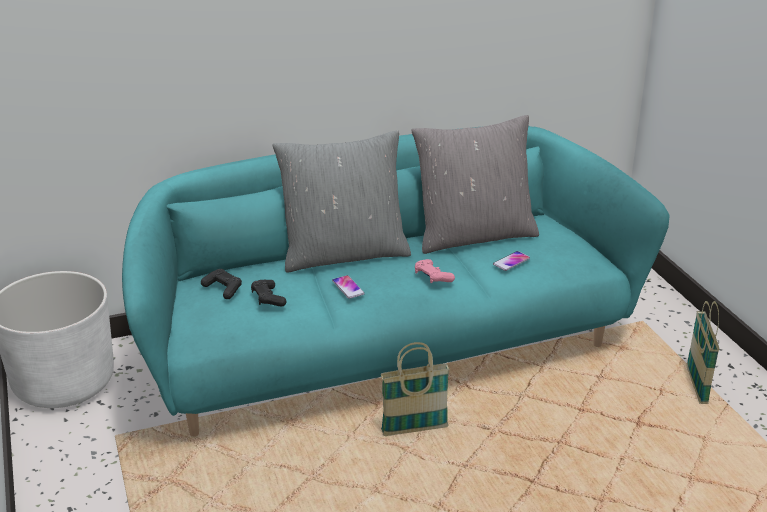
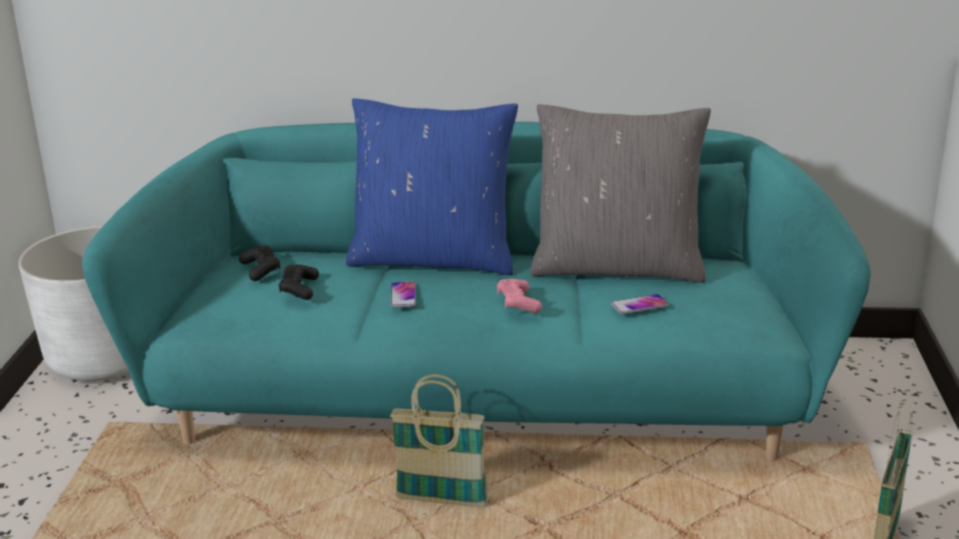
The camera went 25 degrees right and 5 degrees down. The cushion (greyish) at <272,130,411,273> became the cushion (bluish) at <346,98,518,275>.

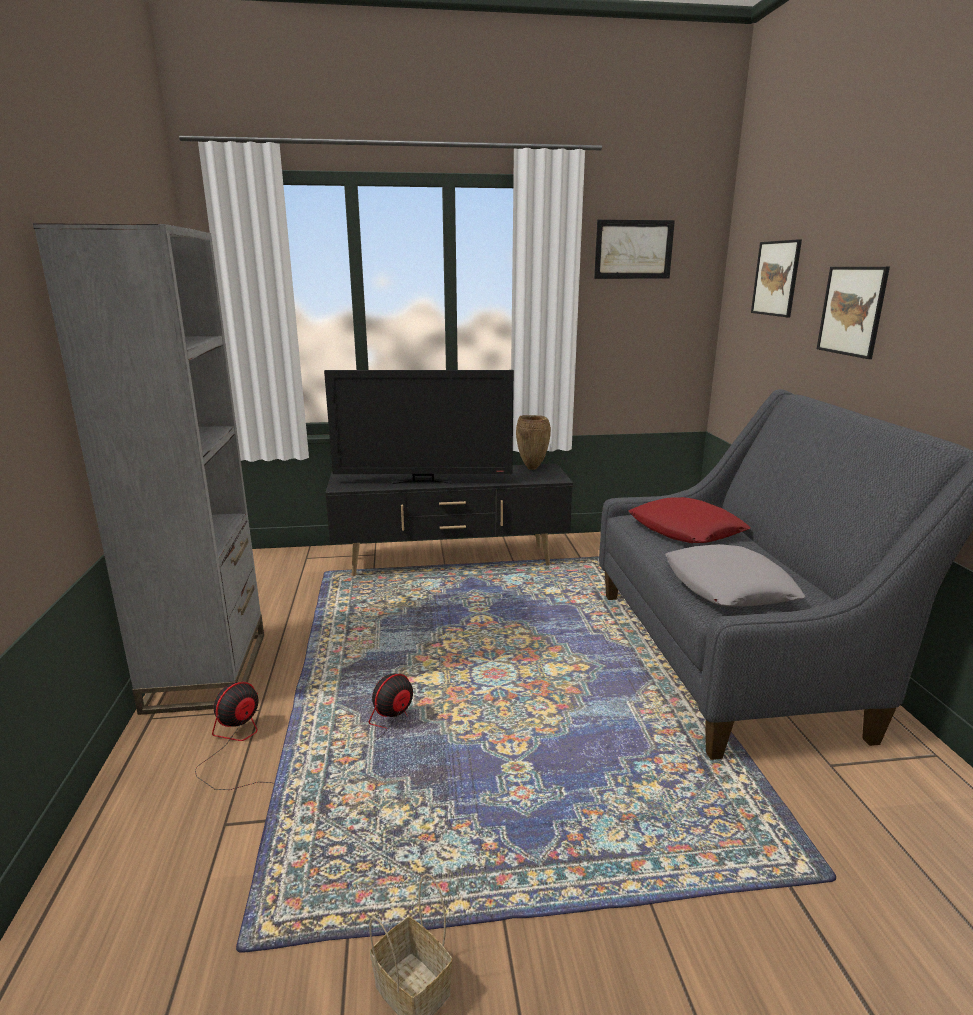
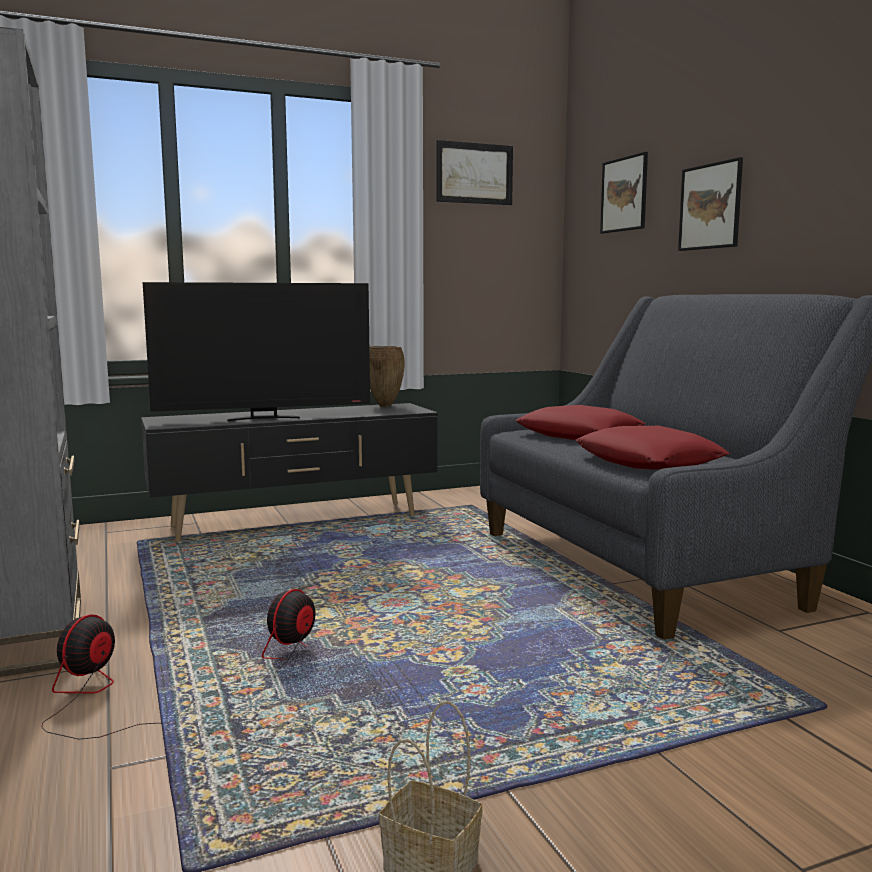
The camera went 15 degrees left and 10 degrees down. The cushion (greyish) at <666,544,805,607> became the cushion (reddish) at <576,426,730,470>.

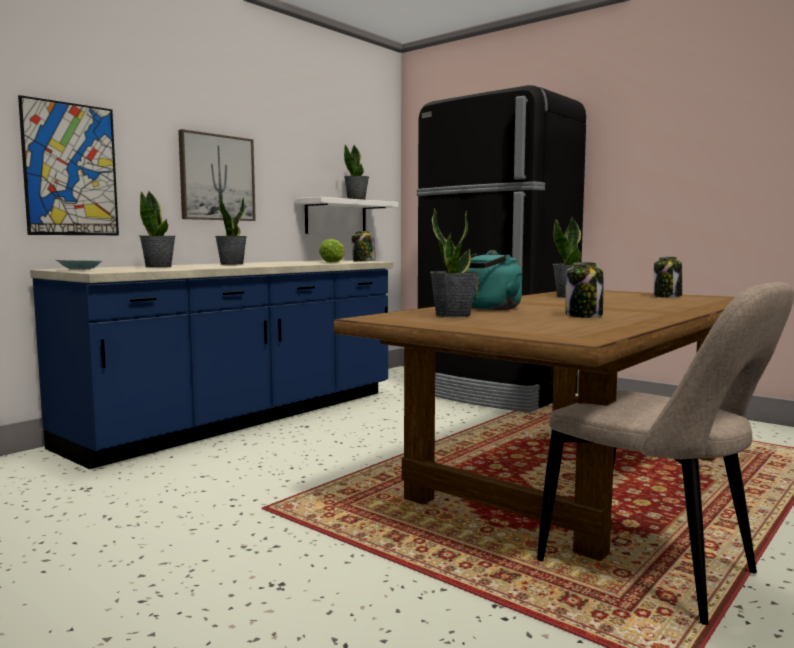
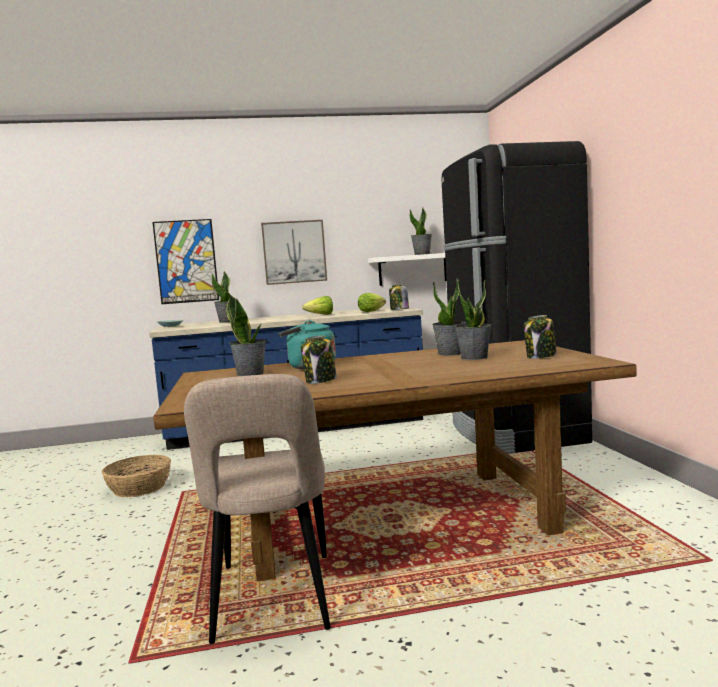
The camera went 40 degrees right and 0 degrees up. The plant in a pot moved from <215,194,247,265> to <455,280,491,360>. The lettuce at <302,296,333,315> appeared. The basket at <102,455,171,497> appeared.

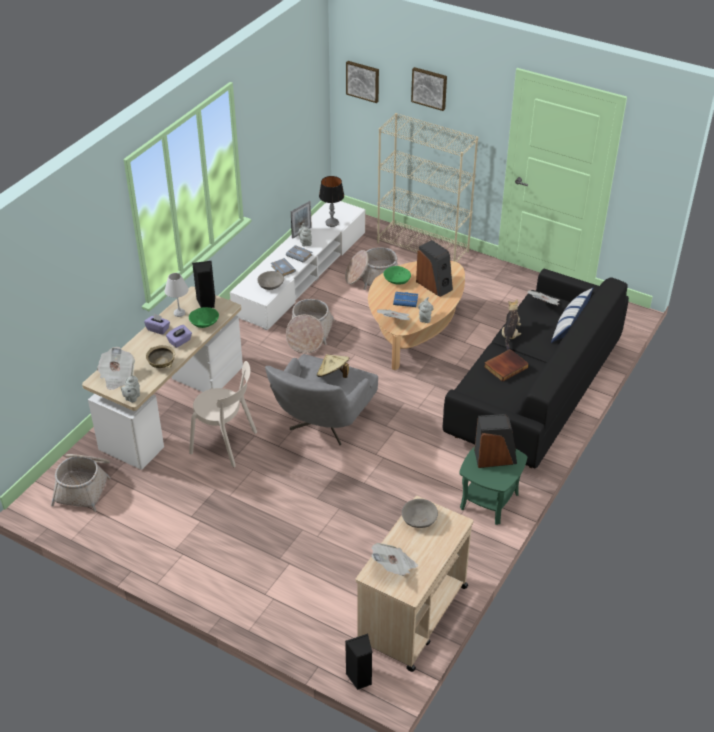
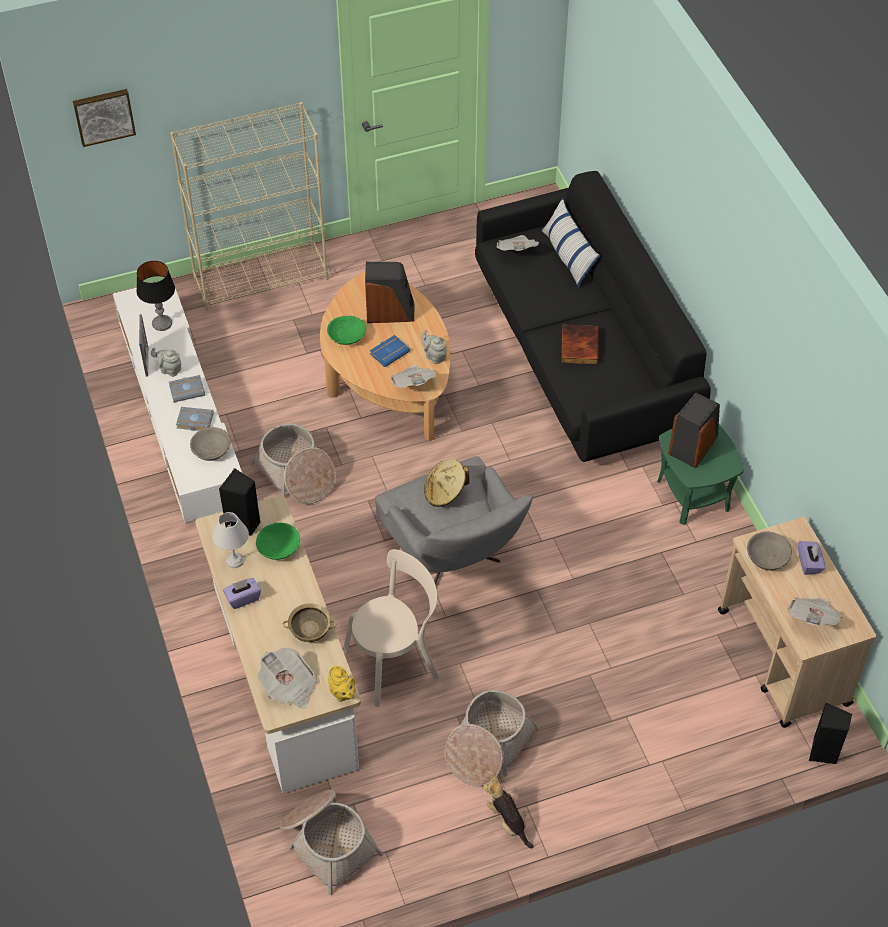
The camera went 50 degrees left and 10 degrees up. The wall art at <411,67,447,111> disappeared. The basket moved from <345,247,398,290> to <445,690,539,786>. The soft toy moved from <502,299,521,350> to <483,776,534,849>. The tissue holder (purple-coloured) moved from <166,325,192,348> to <798,541,825,575>. The pot for tea (greyish) at <121,375,140,403> became the pot for tea (yellow-coloured) at <328,666,355,702>.

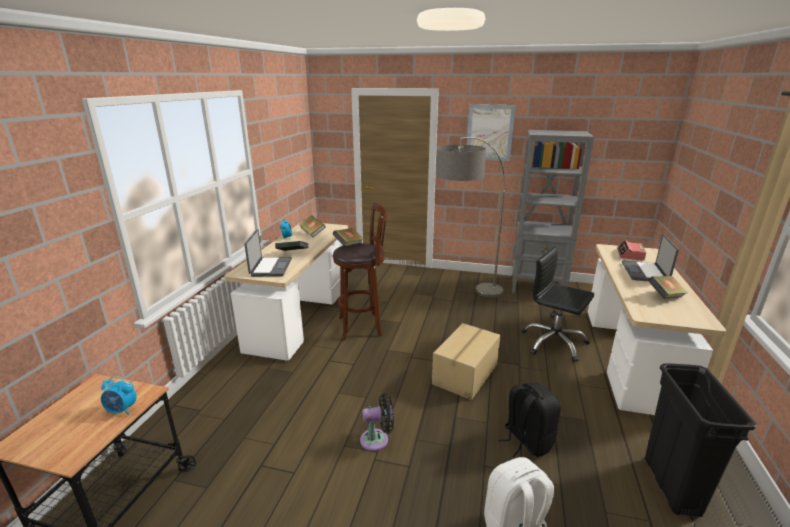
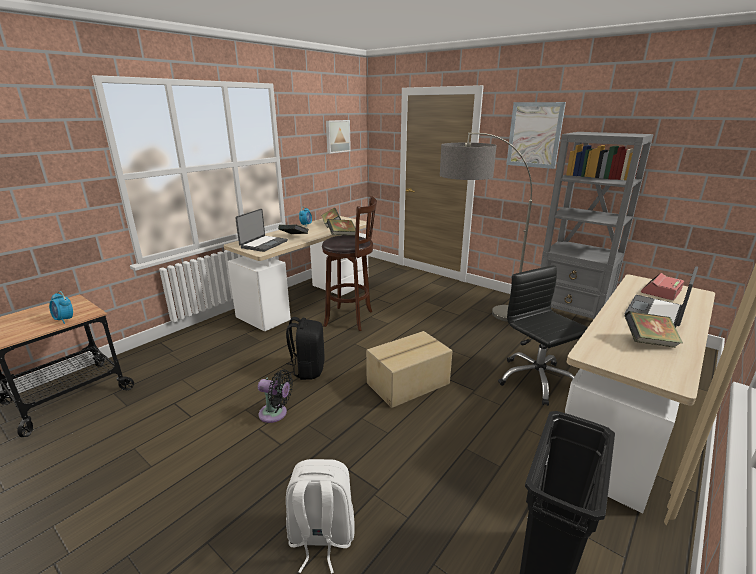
The camera went 25 degrees right and 0 degrees up. The rucksack (black) moved from <498,382,560,457> to <283,317,325,380>. The wall art at <326,120,351,153> appeared.

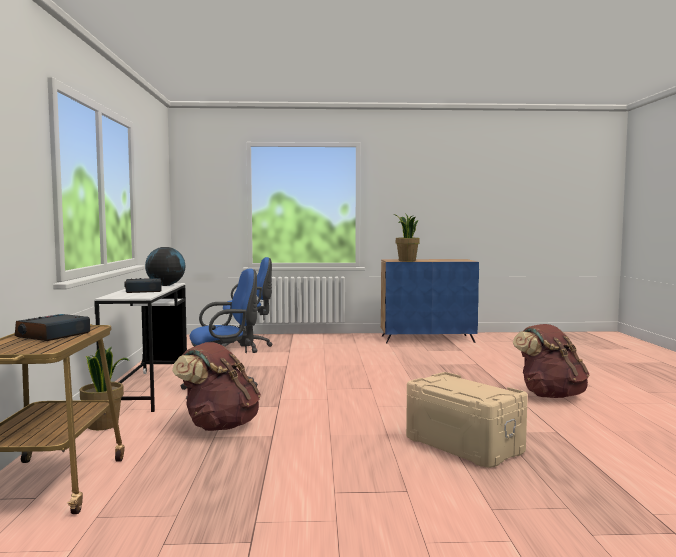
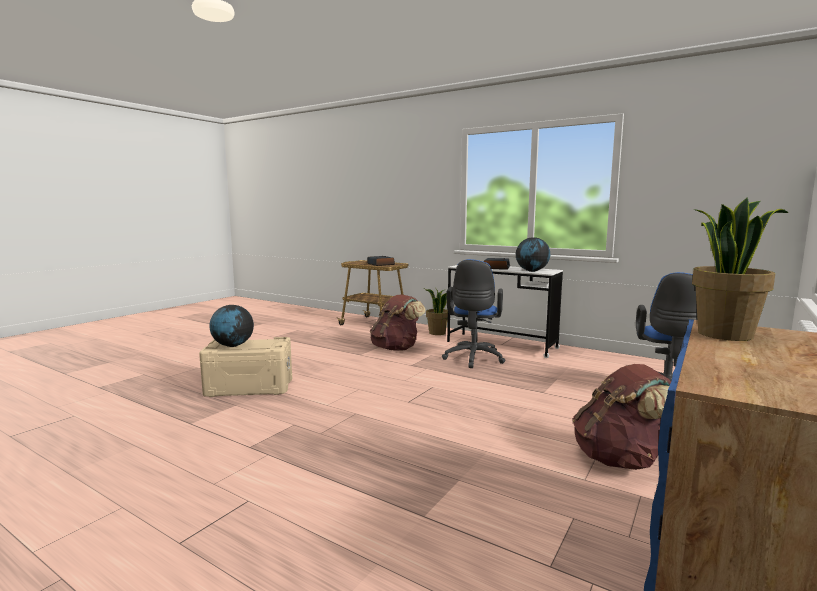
The camera went 125 degrees right and 5 degrees up. The rucksack (brown) moved from <513,324,589,398> to <573,364,671,470>. The world globe at <209,305,254,347> appeared.

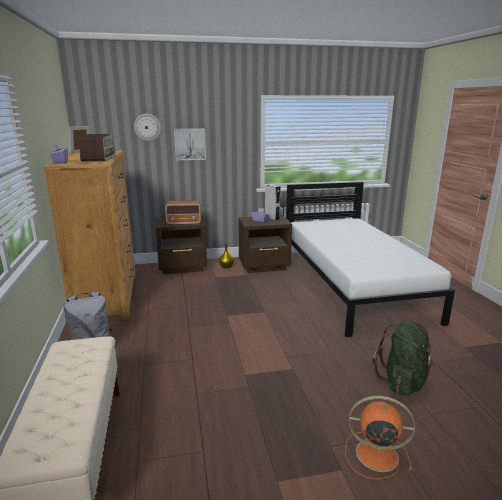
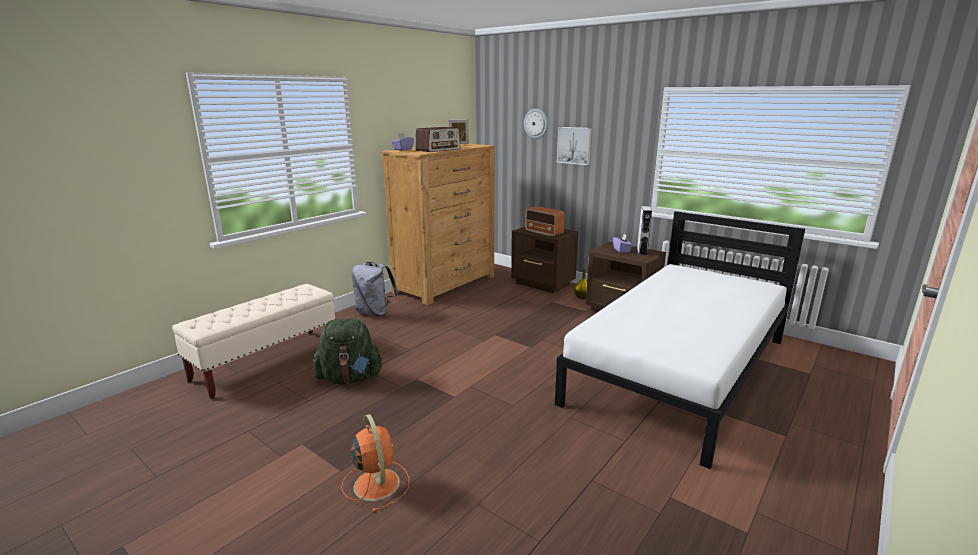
The camera went 50 degrees right and 0 degrees up. The rucksack (greenish) moved from <372,321,437,396> to <313,318,383,384>.

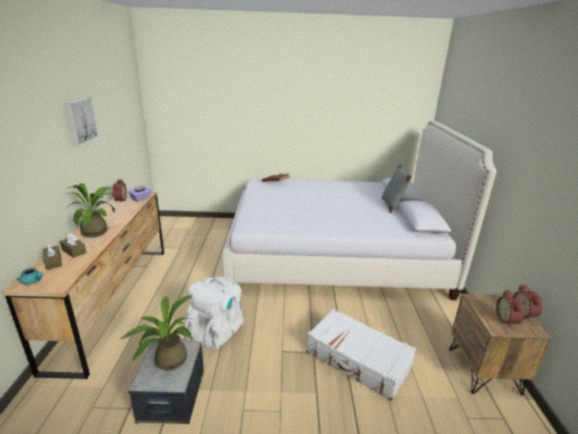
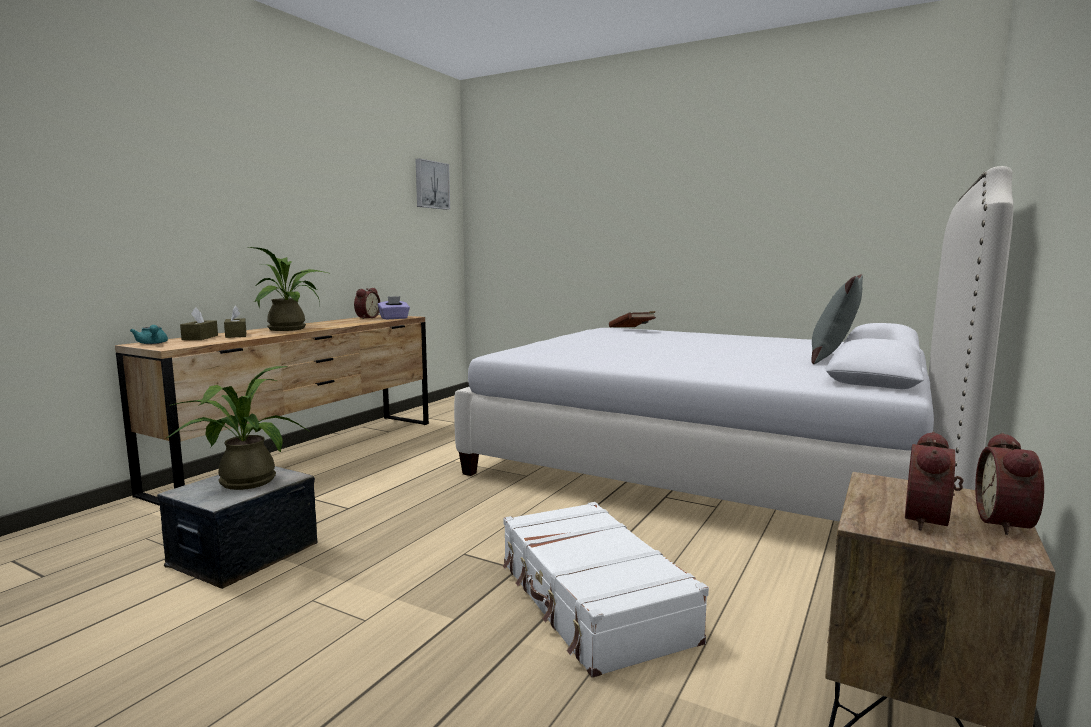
The camera went 30 degrees right and 15 degrees down. The wall art moved from <65,98,99,146> to <416,158,450,210>. The rucksack (whitish) at <184,277,243,350> disappeared.

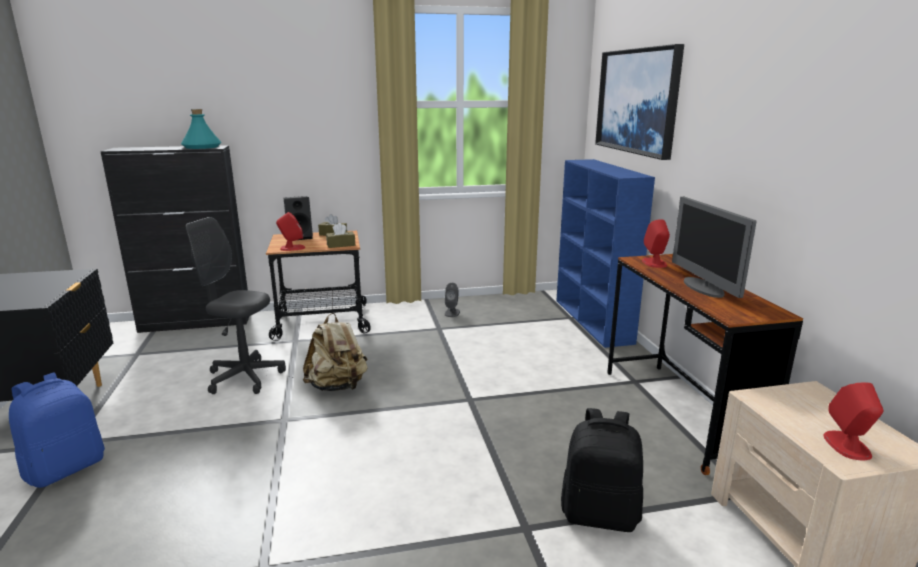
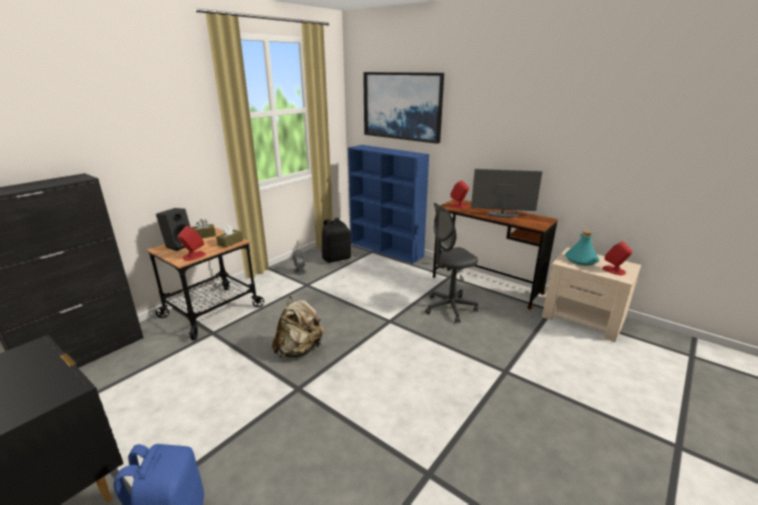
The camera went 40 degrees left and 5 degrees up. The beverage bottle (blue-green) moved from <181,109,222,149> to <565,230,599,265>. The computer screen at <672,197,756,298> turned 150 degrees clockwise. The desk chair (greyish) moved from <186,217,286,394> to <425,203,478,323>. The rucksack (black) moved from <561,408,643,532> to <322,218,351,263>.

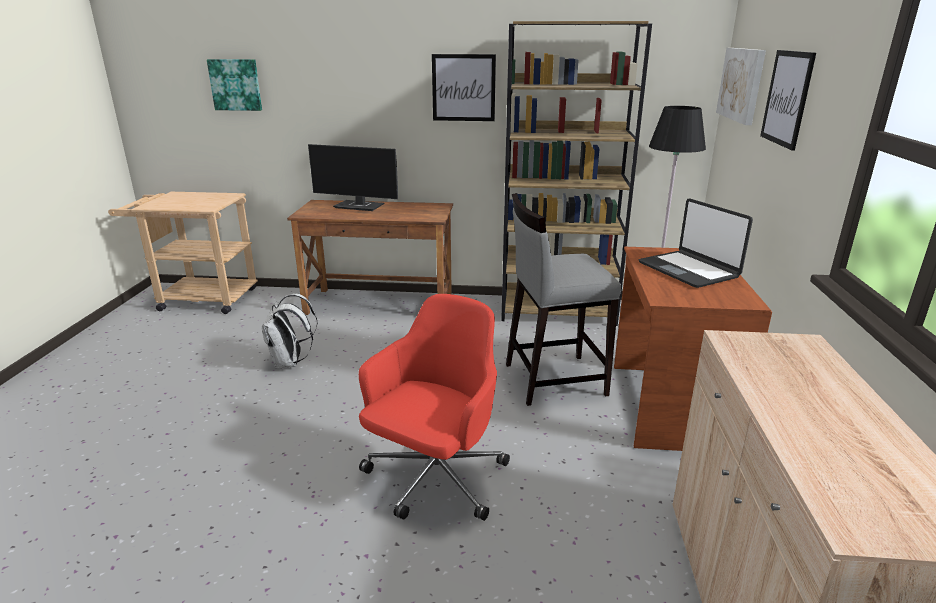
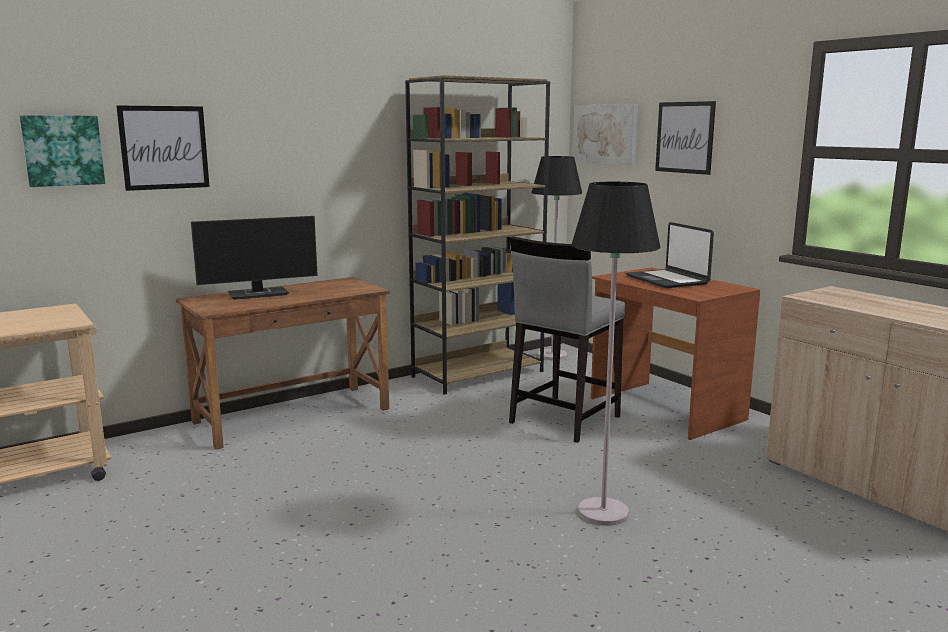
The camera went 40 degrees left and 10 degrees down. The wall art moved from <432,54,496,121> to <116,105,209,191>. The portable computer at <639,198,753,288> turned 45 degrees clockwise. The rucksack (whitish) at <262,293,318,368> disappeared. The desk chair (reddish) at <359,294,510,521> was replaced by the floor lamp (black) at <571,182,661,526>.

